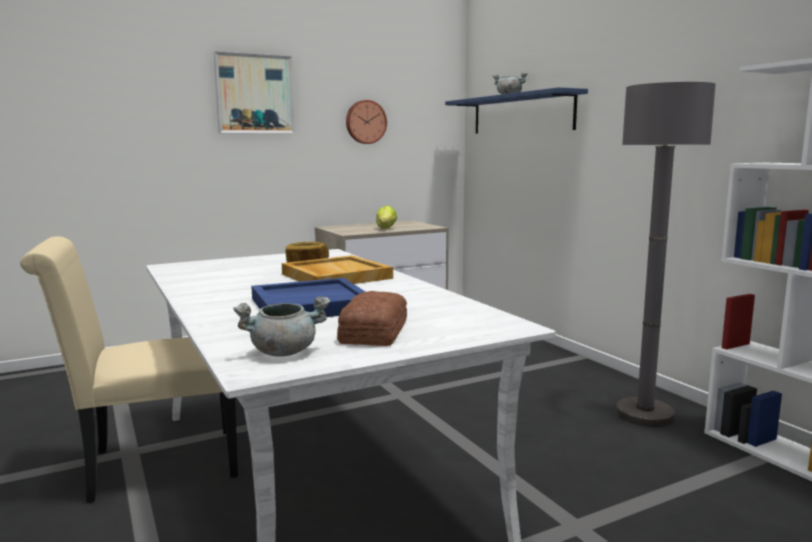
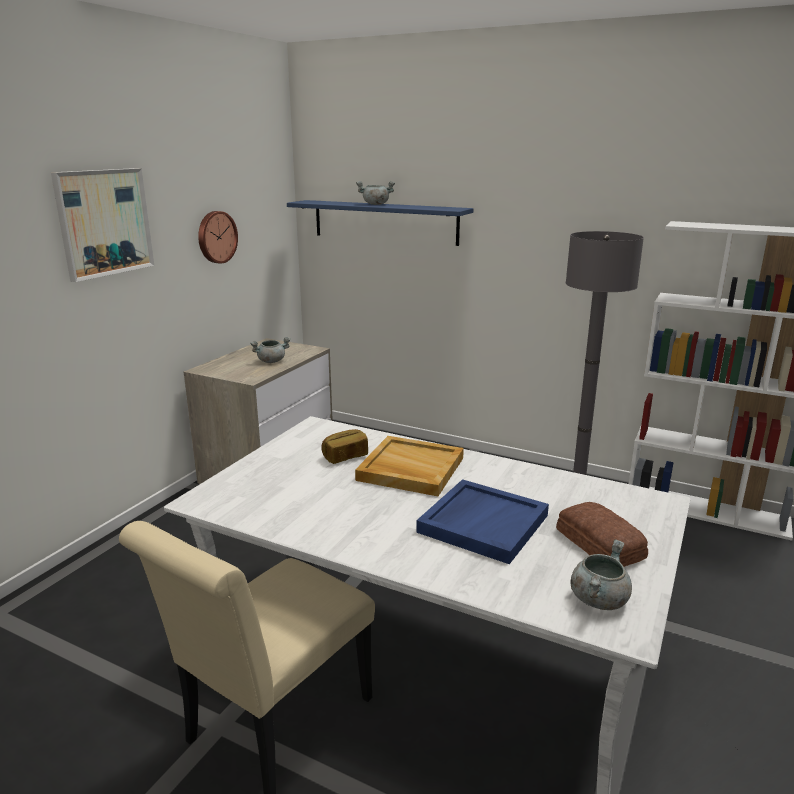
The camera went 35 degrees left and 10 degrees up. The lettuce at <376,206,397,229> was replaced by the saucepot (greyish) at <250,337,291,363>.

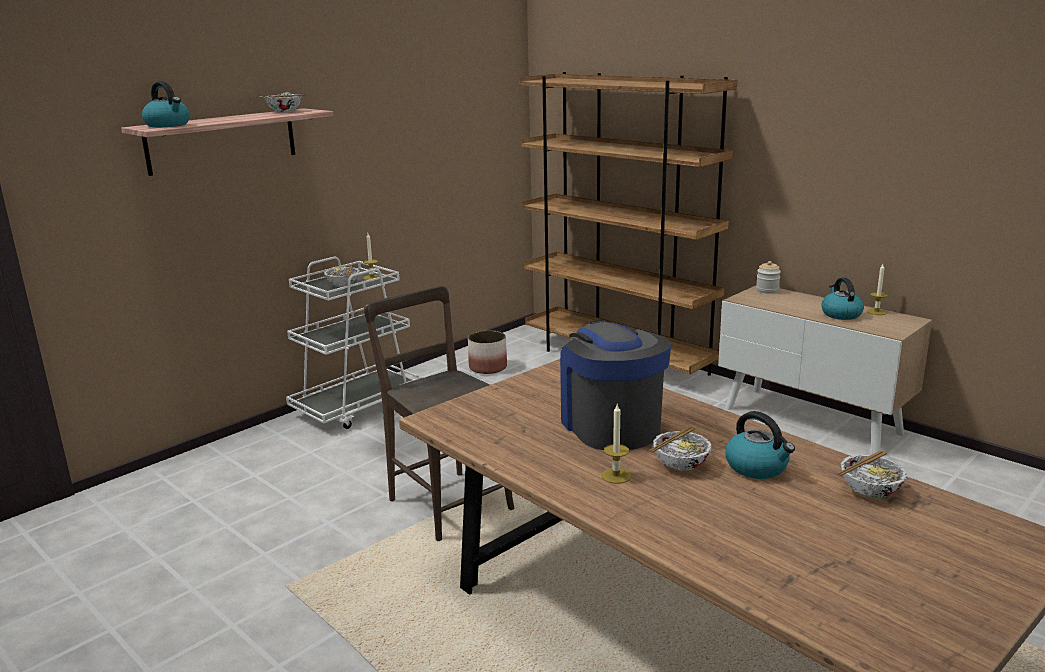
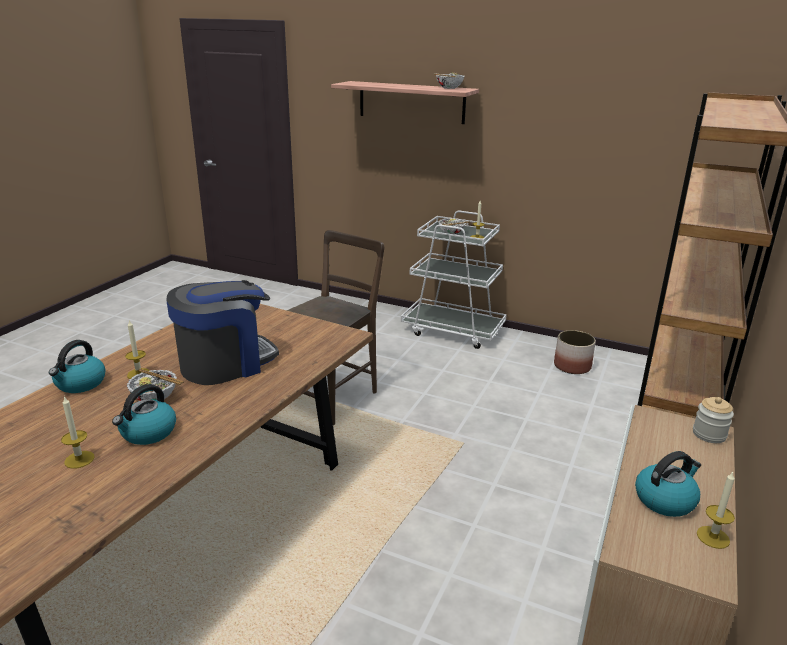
The camera went 70 degrees right and 5 degrees up. The water kettle moved from <142,81,190,127> to <49,340,106,393>. The bowl at <837,450,907,498> disappeared. The wax light at <61,396,95,469> appeared.

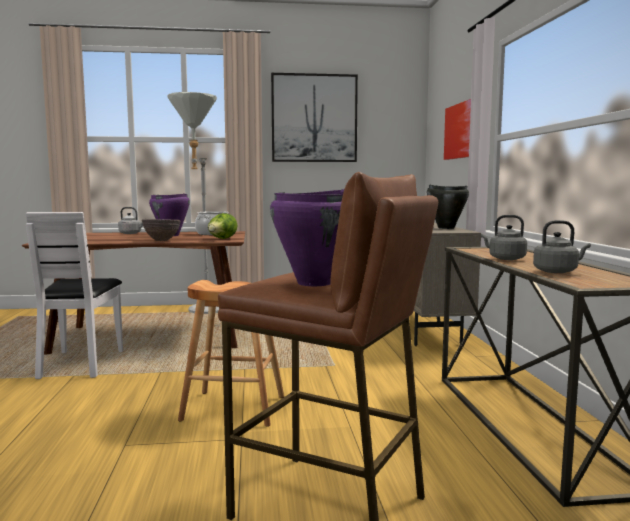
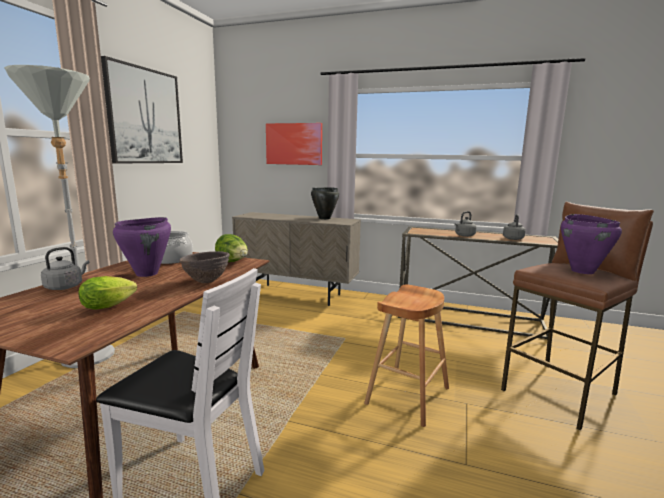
The camera went 65 degrees left and 5 degrees up. The lettuce at <78,276,137,310> appeared.

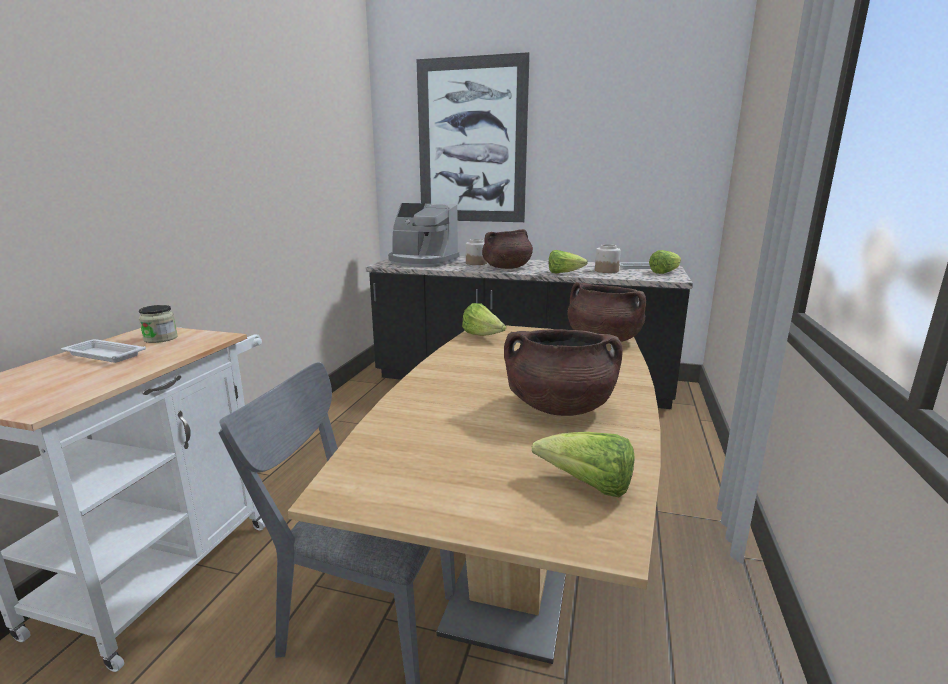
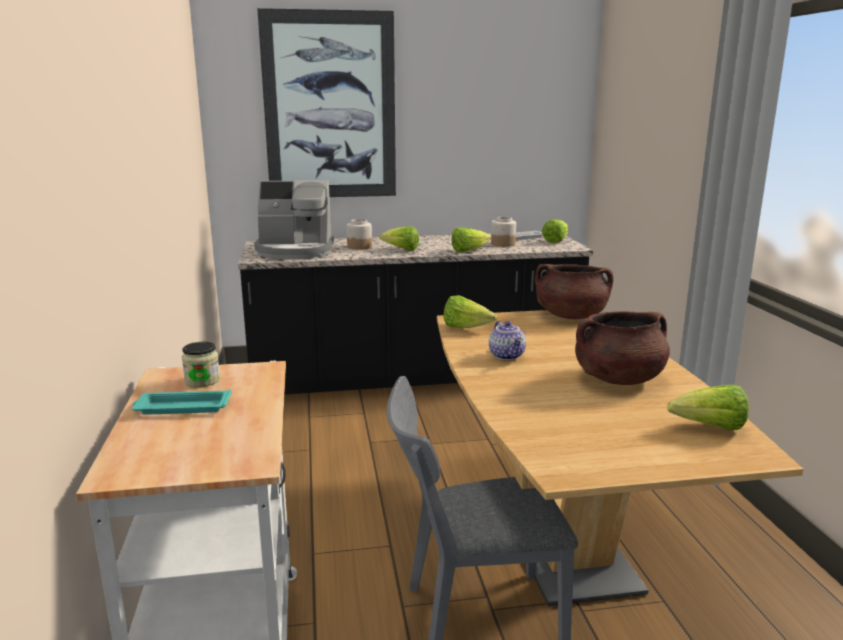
The camera went 25 degrees left and 0 degrees up. The saucepot (brown) at <482,229,533,269> was replaced by the lettuce at <380,226,419,251>. The tray (whitish) at <61,339,146,363> became the tray (blue-green) at <132,389,232,415>. The pot for tea at <489,321,526,360> appeared.

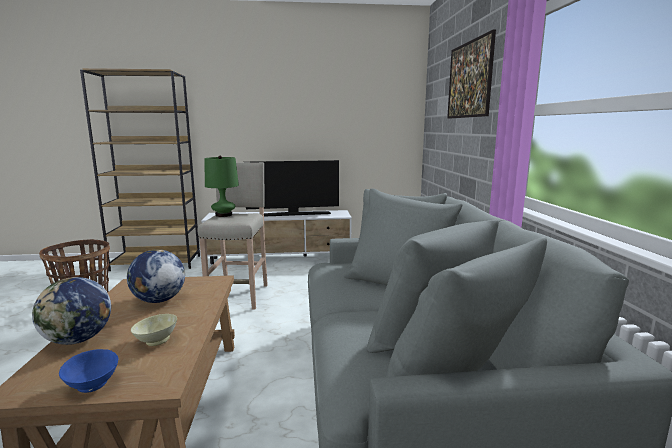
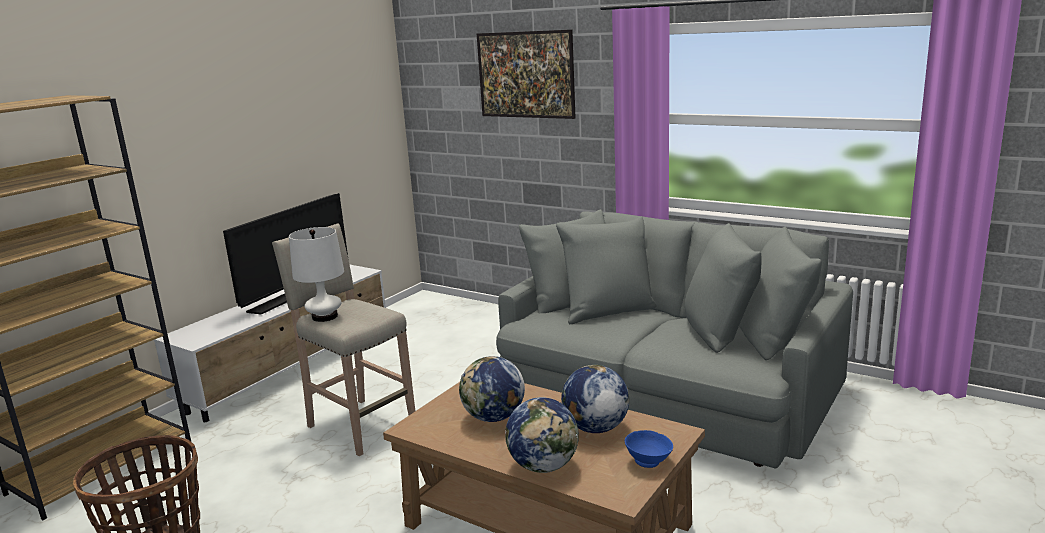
The camera went 50 degrees left and 5 degrees up. The tabletop lamp (greenish) at <204,156,239,217> became the tabletop lamp (whitish) at <289,227,344,322>. The bowl (sand-coloured) at <131,314,177,346> was replaced by the world globe at <561,365,629,433>.

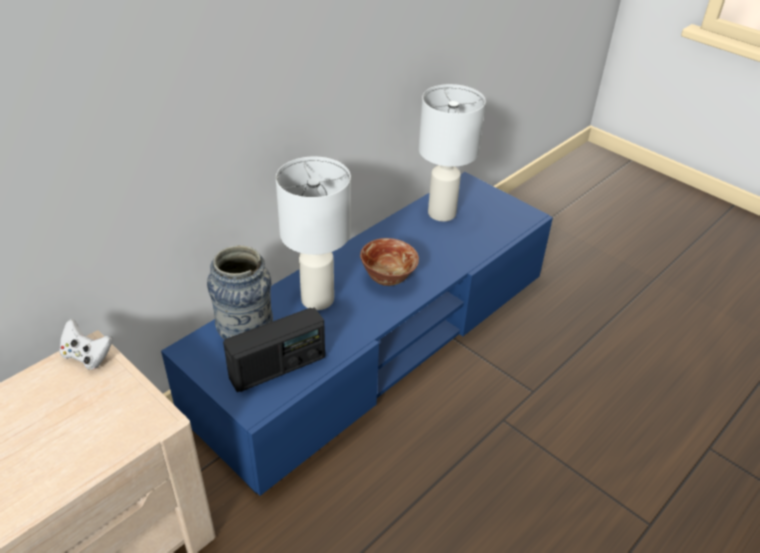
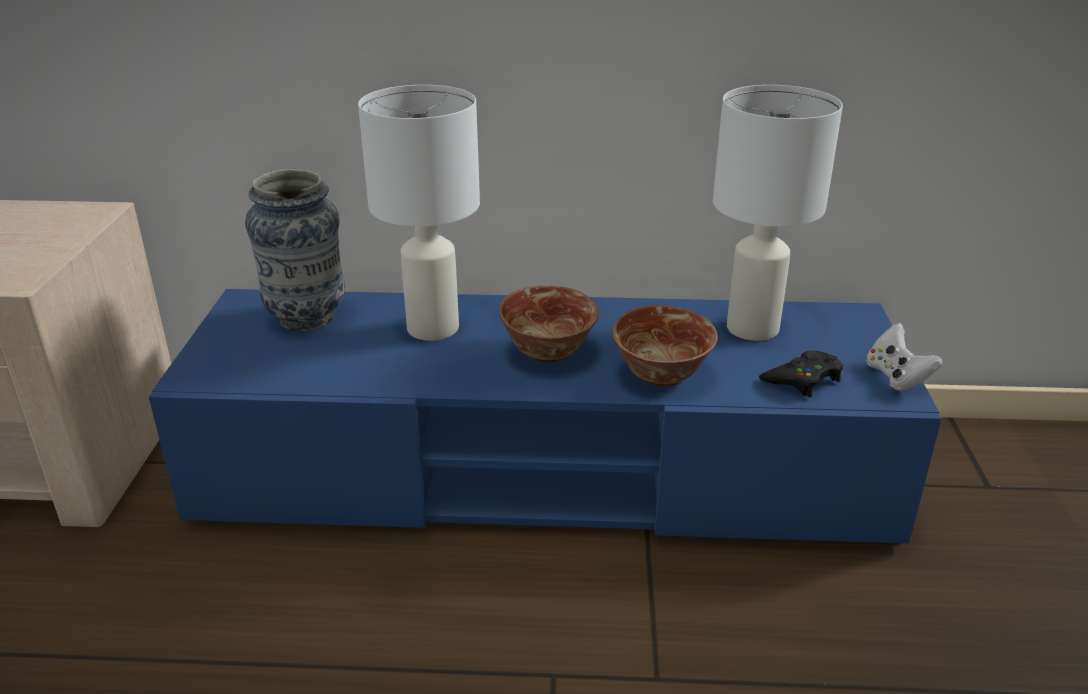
The camera went 50 degrees right and 10 degrees down. The radio set at <223,308,325,392> disappeared. The joypad (whitish) moved from <60,319,113,370> to <866,323,942,391>. The bowl at <612,305,718,387> appeared. The joypad (black) at <759,351,843,397> appeared.

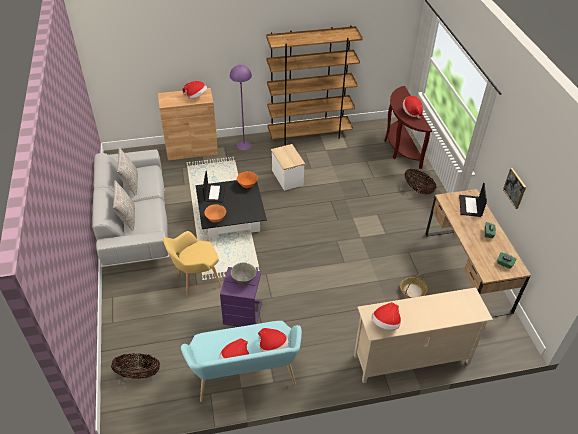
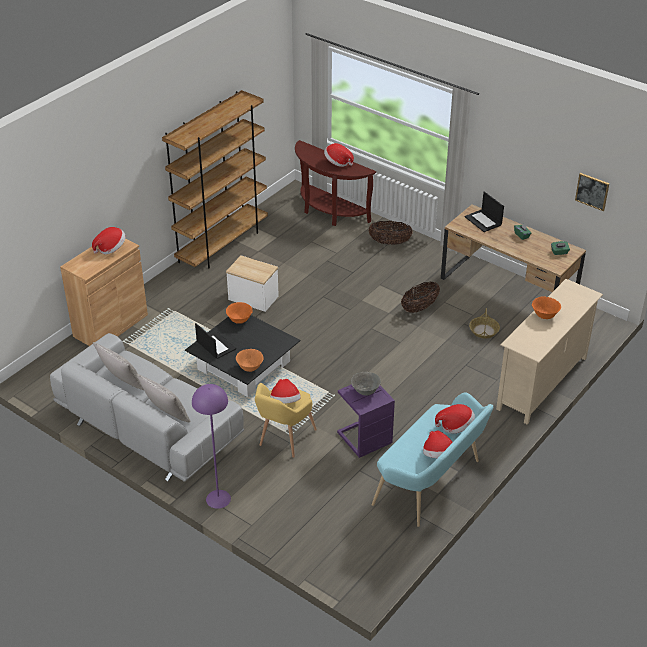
The camera went 40 degrees left and 5 degrees down. The floor lamp (purple-coloured) moved from <230,65,252,150> to <192,384,231,509>. The wall art moved from <503,168,526,209> to <575,173,609,211>. The wearable hat moved from <371,302,401,330> to <270,379,301,404>. The basket moved from <111,353,160,379> to <401,282,440,313>. The bowl (orangey) at <532,296,561,319> appeared.

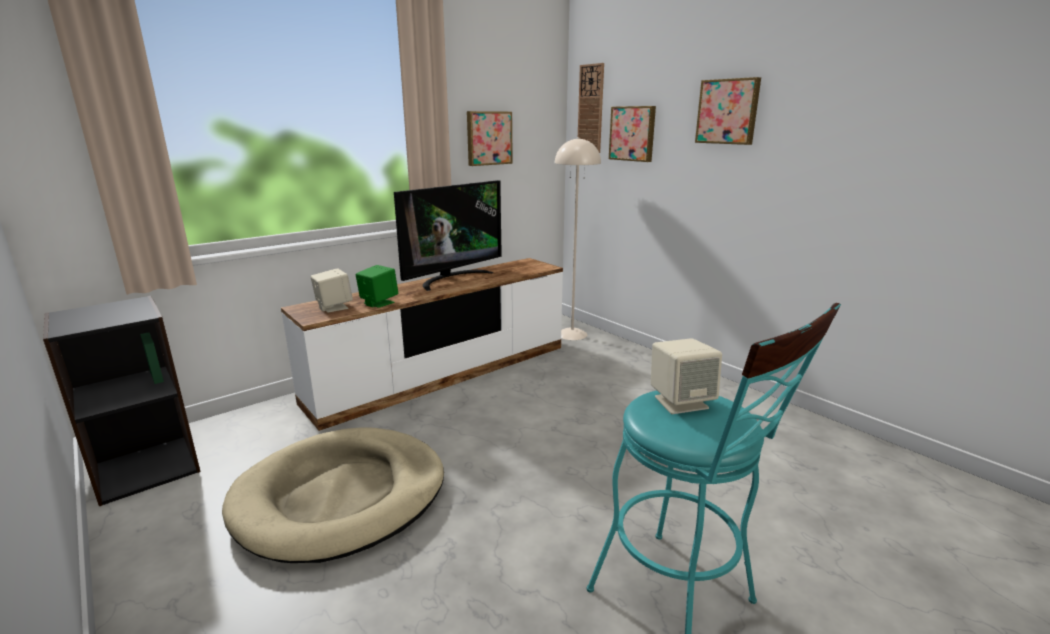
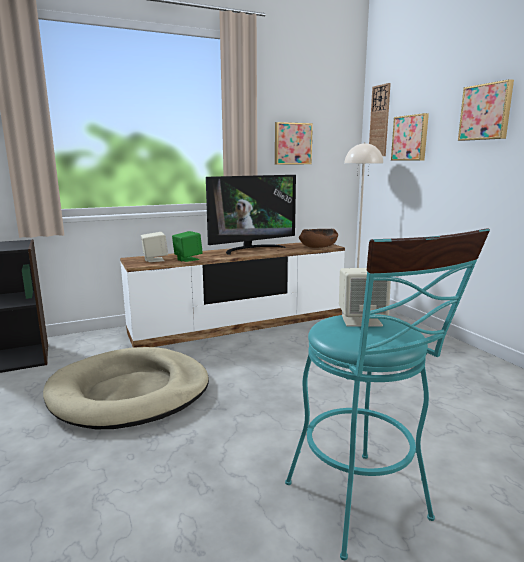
The camera went 15 degrees right and 5 degrees down. The bowl (brown) at <299,229,338,248> appeared.

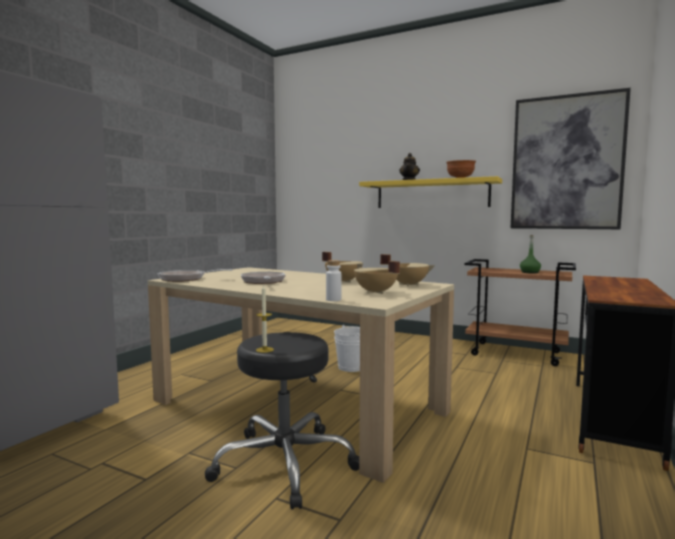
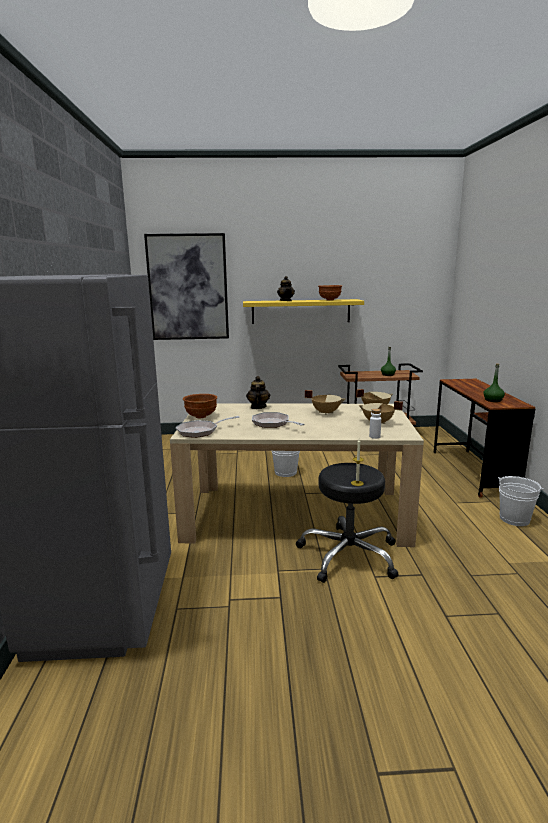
The camera went 30 degrees left and 10 degrees up. The wall art moved from <511,88,631,229> to <144,233,229,340>. The beverage bottle (greenish) at <483,363,505,402> appeared. The pot for tea at <246,376,270,409> appeared. The bowl (brown) at <183,394,217,418> appeared. The water bucket (whitish) at <498,476,544,526> appeared.

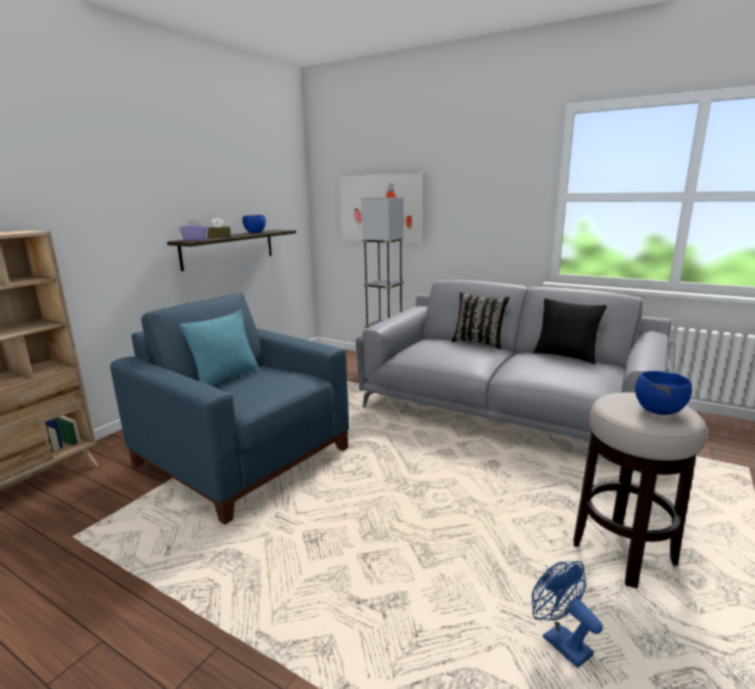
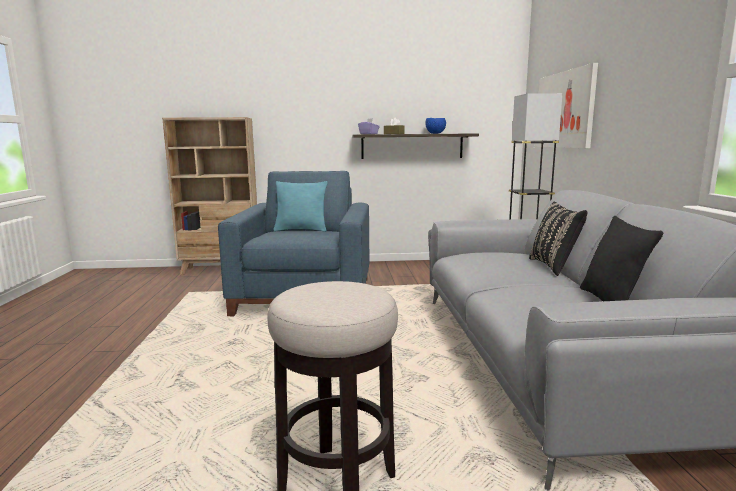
The camera went 55 degrees right and 5 degrees down. The bowl (bluish) at <635,371,692,415> disappeared. The fan (bluish) at <532,561,603,668> disappeared.

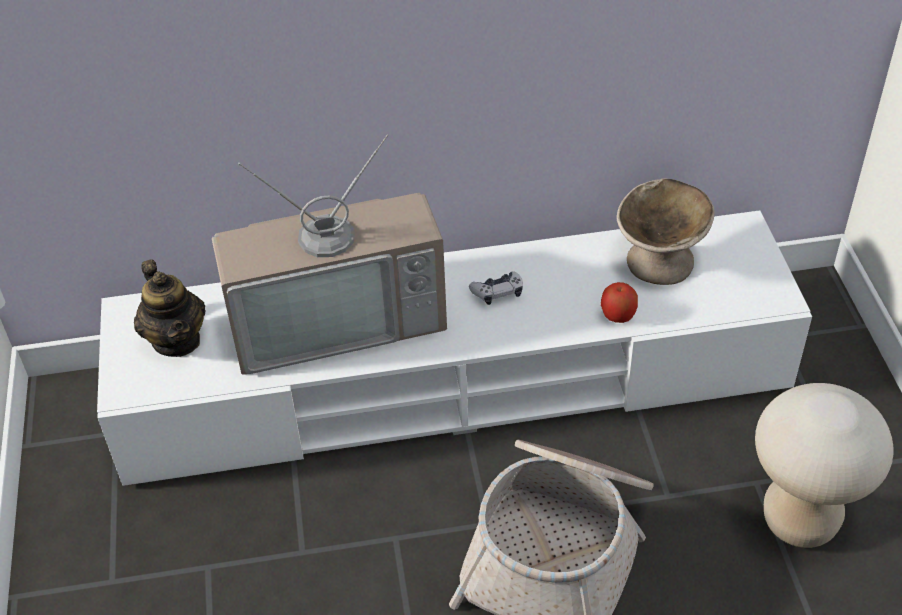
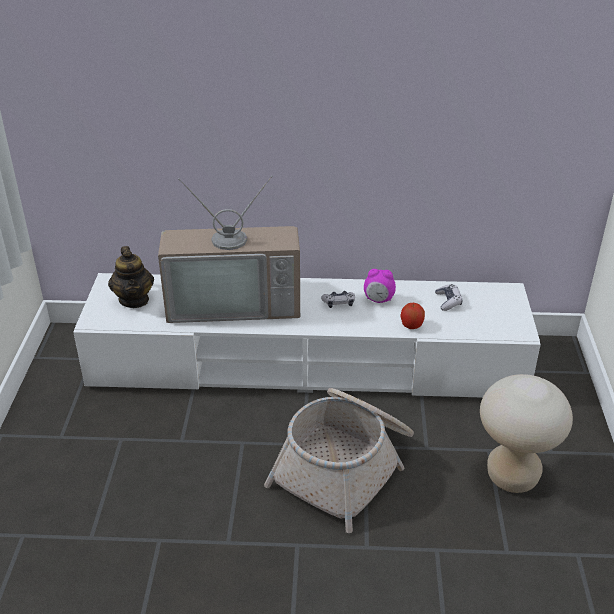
The camera went 10 degrees right and 10 degrees down. The bowl (sand-coloured) at <617,178,715,285> was replaced by the joypad at <435,284,462,311>. The alarm clock at <364,269,396,303> appeared.

